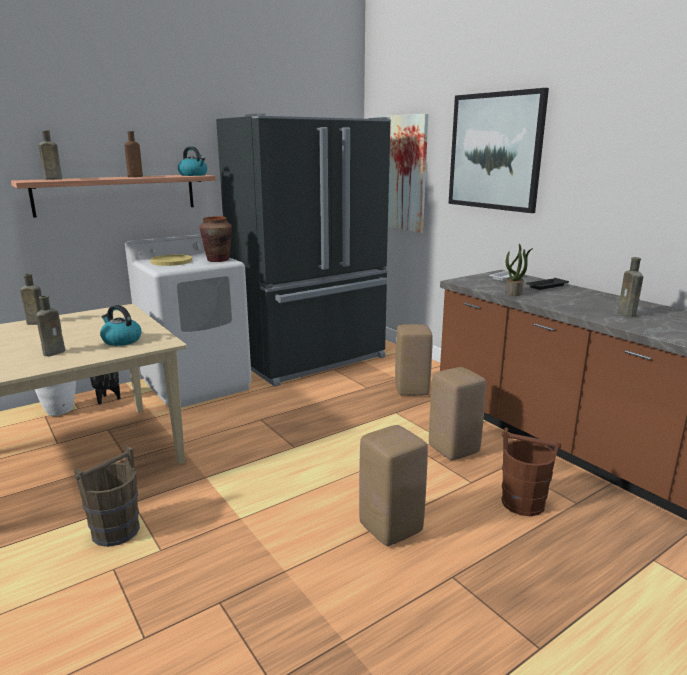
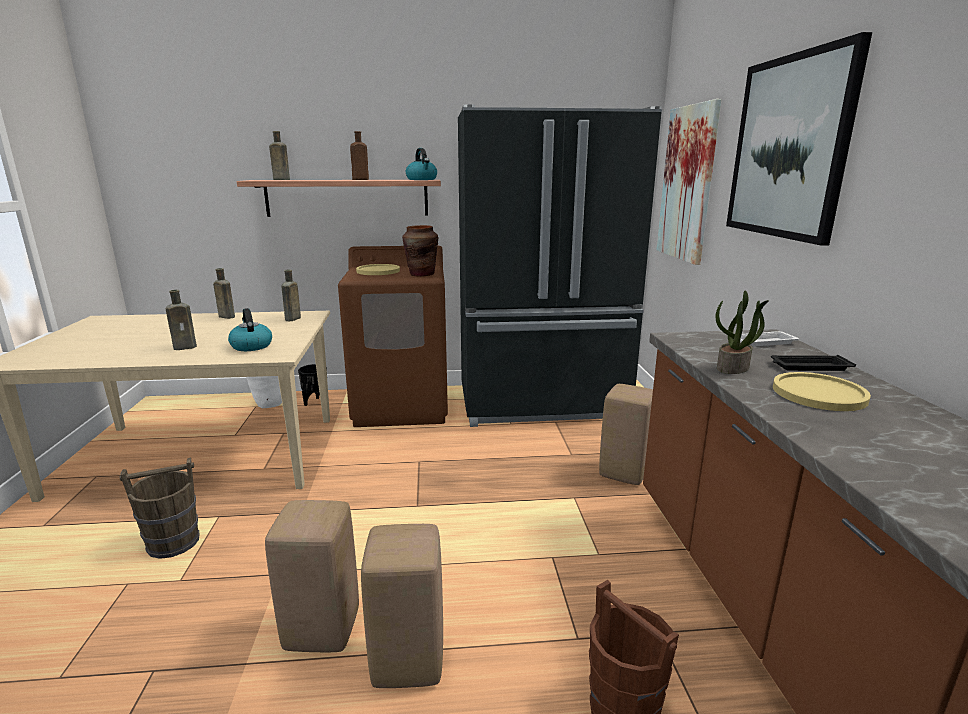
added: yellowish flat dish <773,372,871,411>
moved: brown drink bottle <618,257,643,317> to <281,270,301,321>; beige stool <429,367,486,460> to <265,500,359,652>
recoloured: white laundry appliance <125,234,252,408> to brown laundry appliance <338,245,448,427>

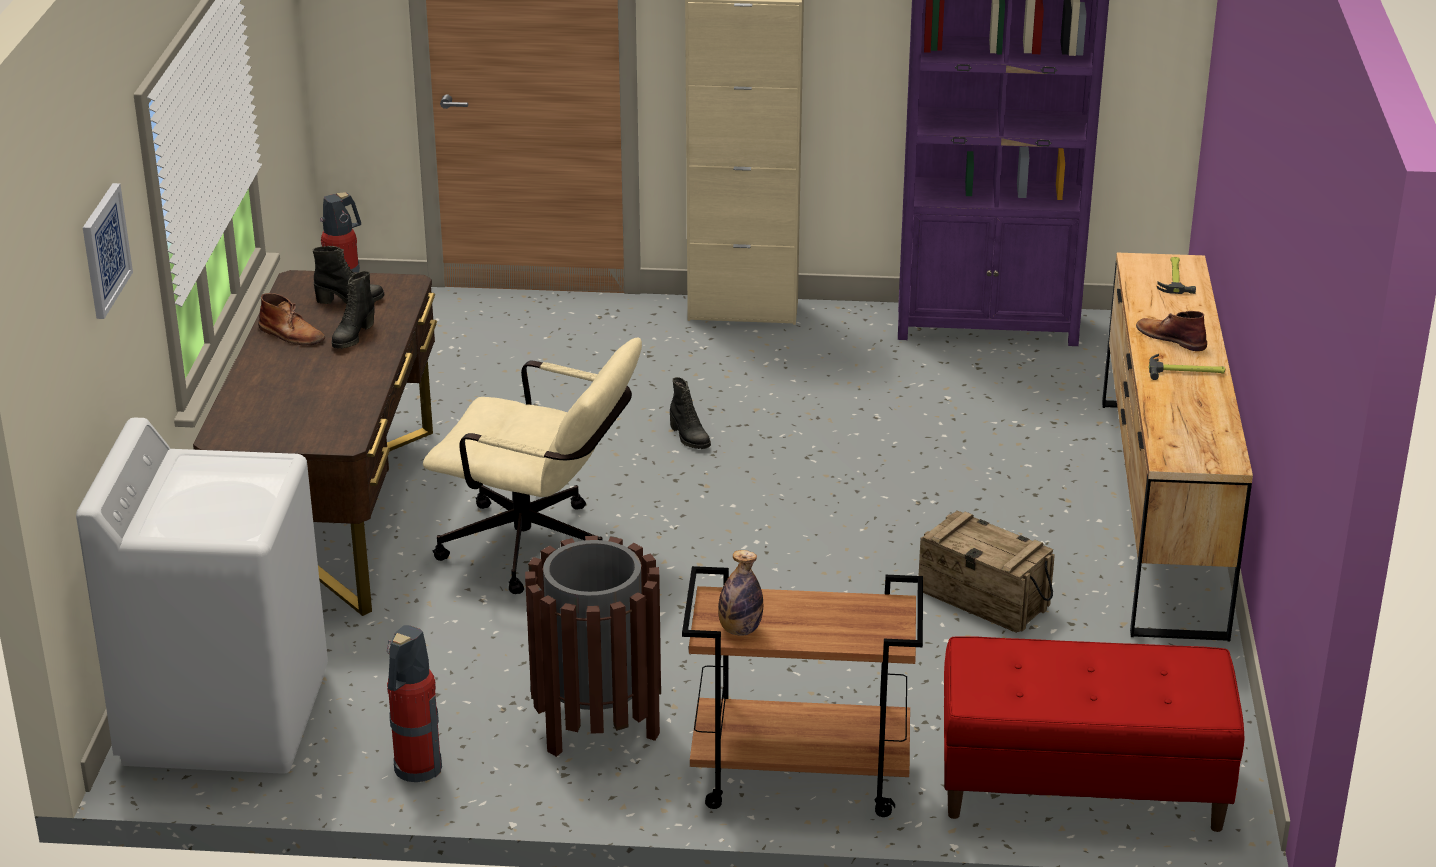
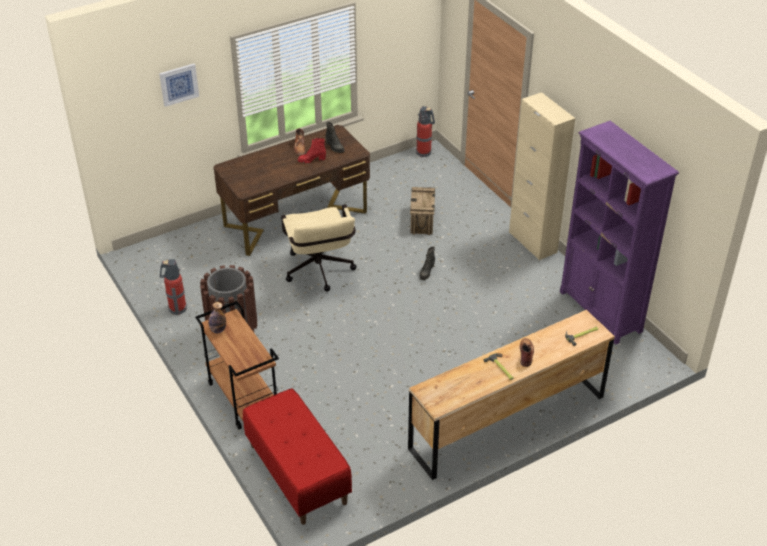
removed: white laundry appliance <76,418,328,774>
moved: crate <919,511,1055,633> to <410,187,435,235>
recoloured: black-coloured high-top boot <332,271,375,349> to red-coloured high-top boot <298,138,326,163>

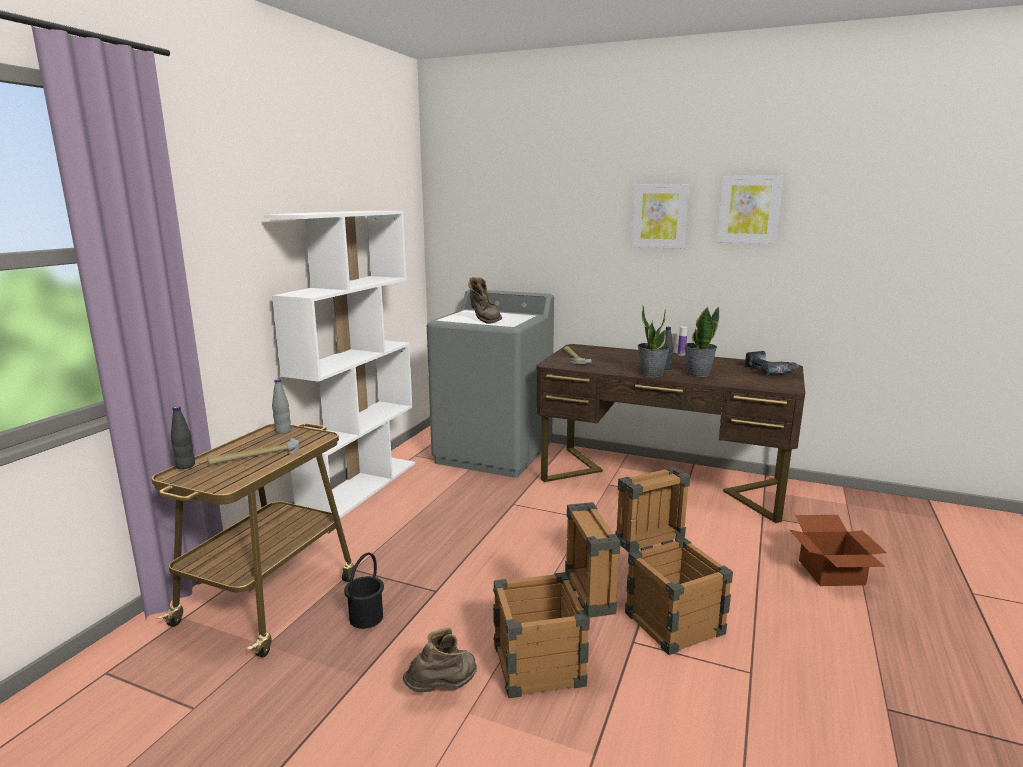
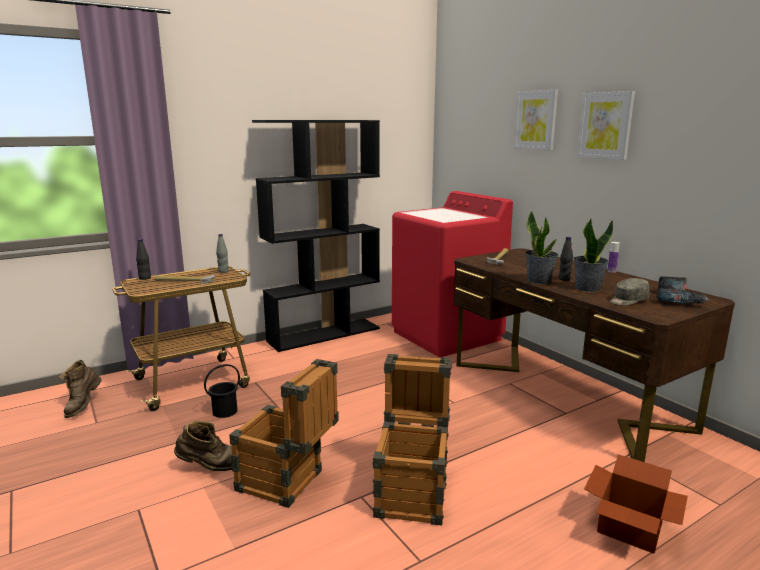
added: grey cap <610,278,650,306>
moved: wall picture <717,175,784,244> to <514,90,558,150>; brown high-top boot <468,277,502,324> to <59,360,102,418>
recoloured: white shelving unit <263,211,415,518> to black-coloured shelving unit <252,120,380,352>; grey laundry appliance <427,289,554,478> to red-coloured laundry appliance <392,191,513,357>

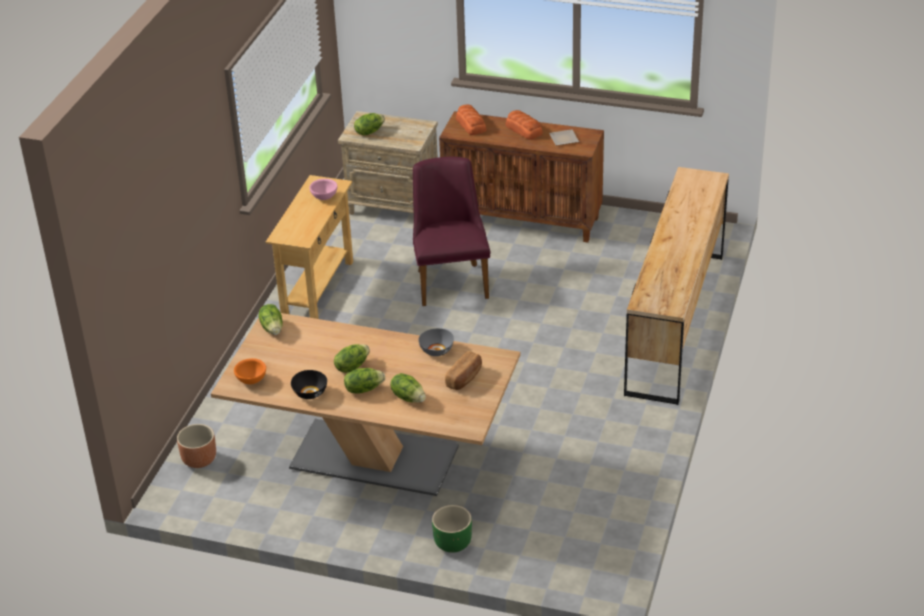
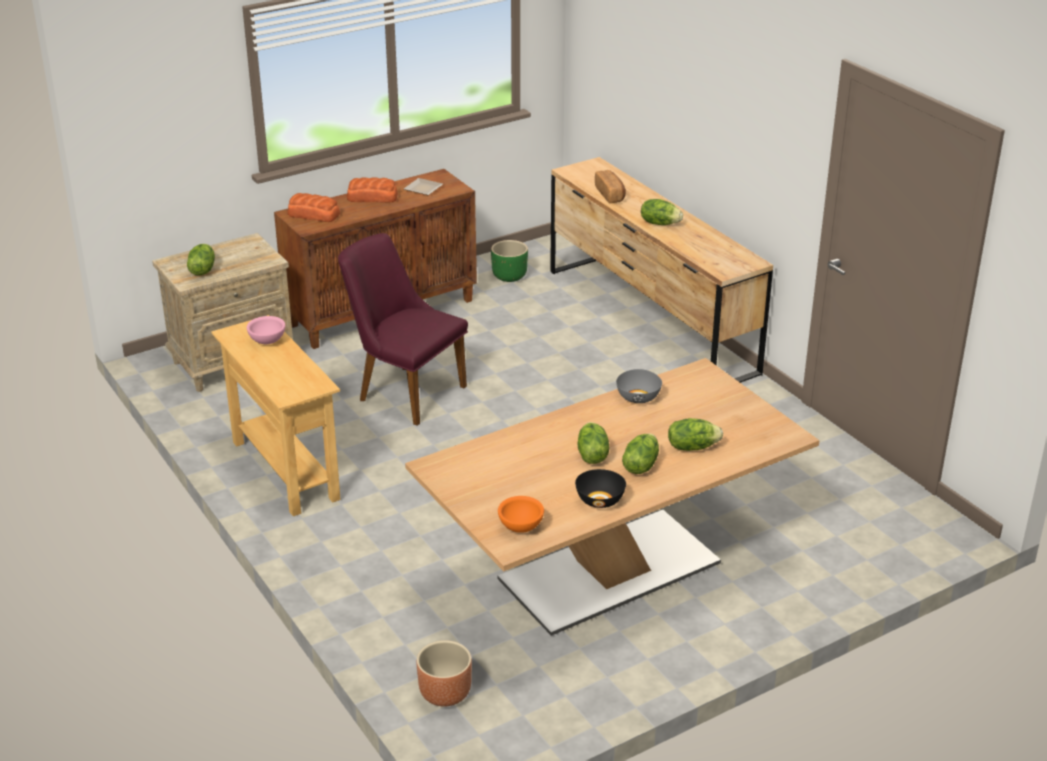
moved: lettuce head <258,304,283,335> to <641,199,683,225>; bread <445,351,482,390> to <595,170,626,203>; green planter <432,505,472,553> to <491,240,528,282>

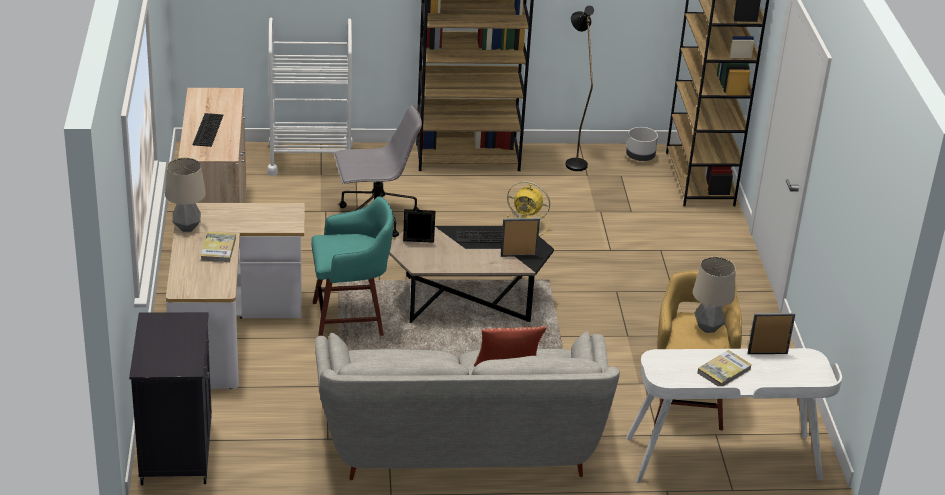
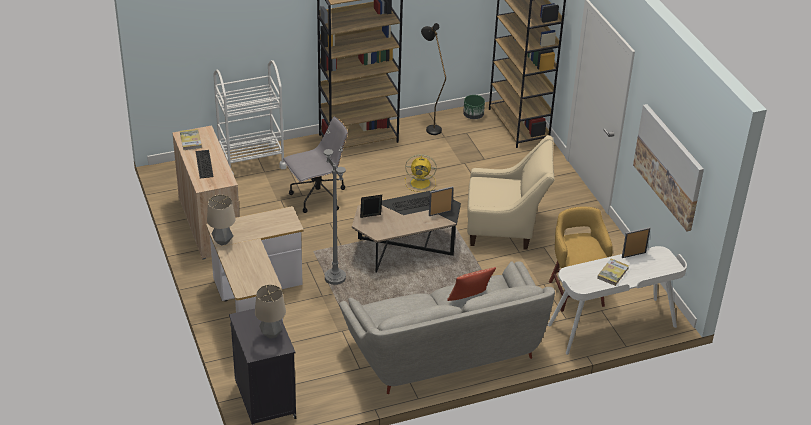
added: wall picture <633,104,704,231>; beige armchair <467,135,555,250>
moved: volume <201,232,236,263> to <180,129,202,150>; tabletop lamp <693,257,736,333> to <255,285,286,339>
replaced: turquoise stool <311,196,394,336> to grey standing lamp <324,129,346,285>
recoloured: grey planter <626,127,658,161> to green planter <463,95,485,119>

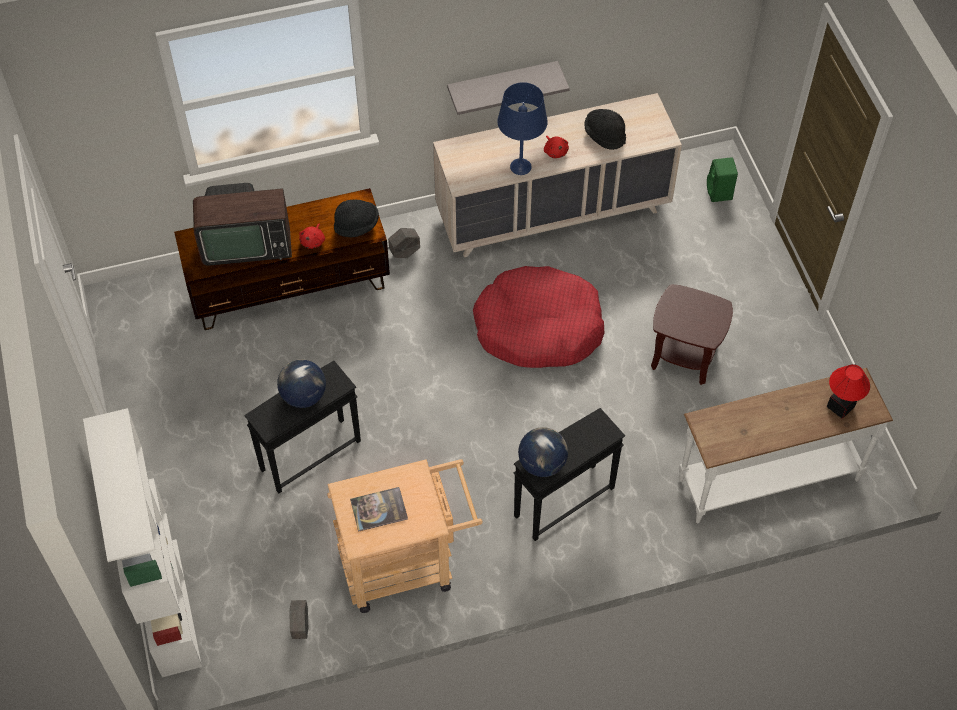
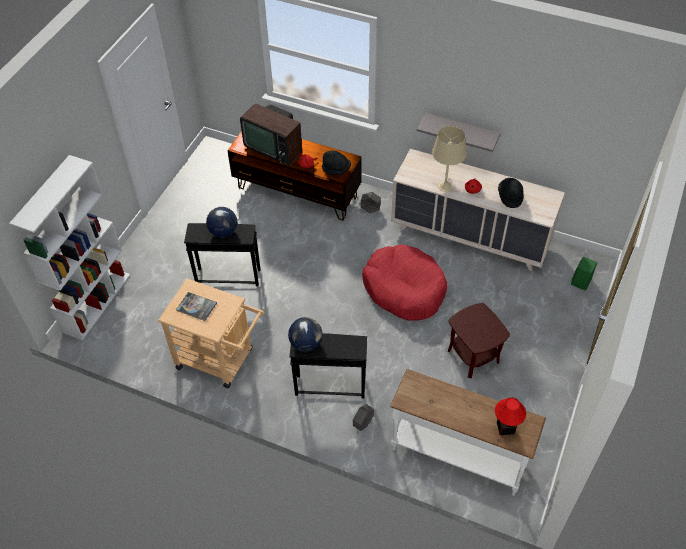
moved: grey planter <289,600,308,639> to <353,404,374,431>
recoloured: blue tabletop lamp <497,82,548,175> to beige tabletop lamp <432,126,467,192>

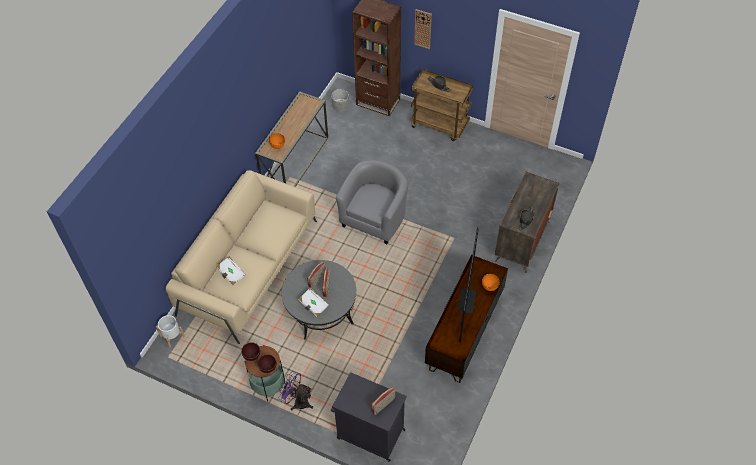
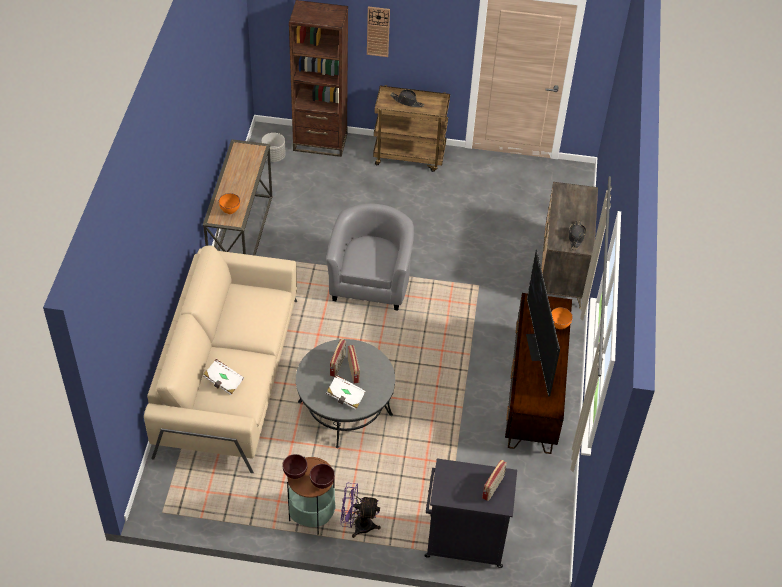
removed: white planter <156,315,185,348>

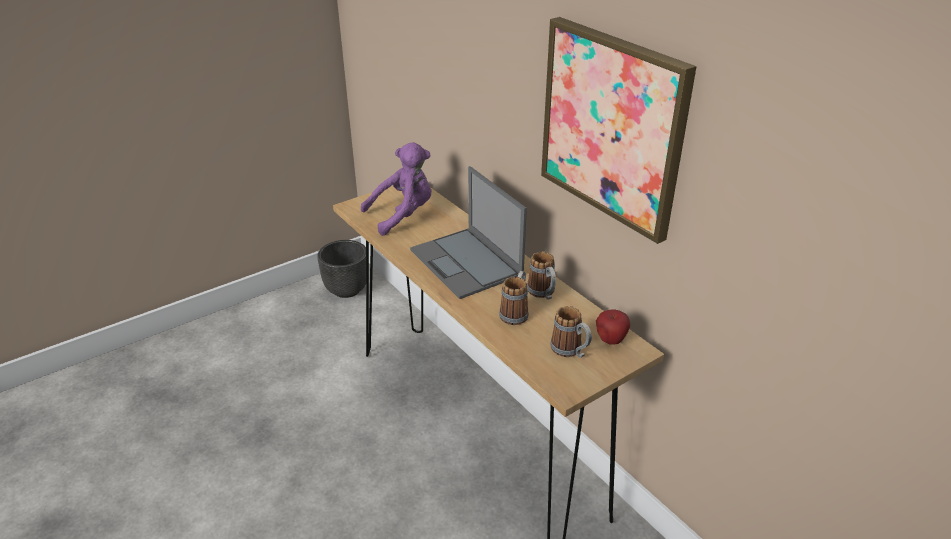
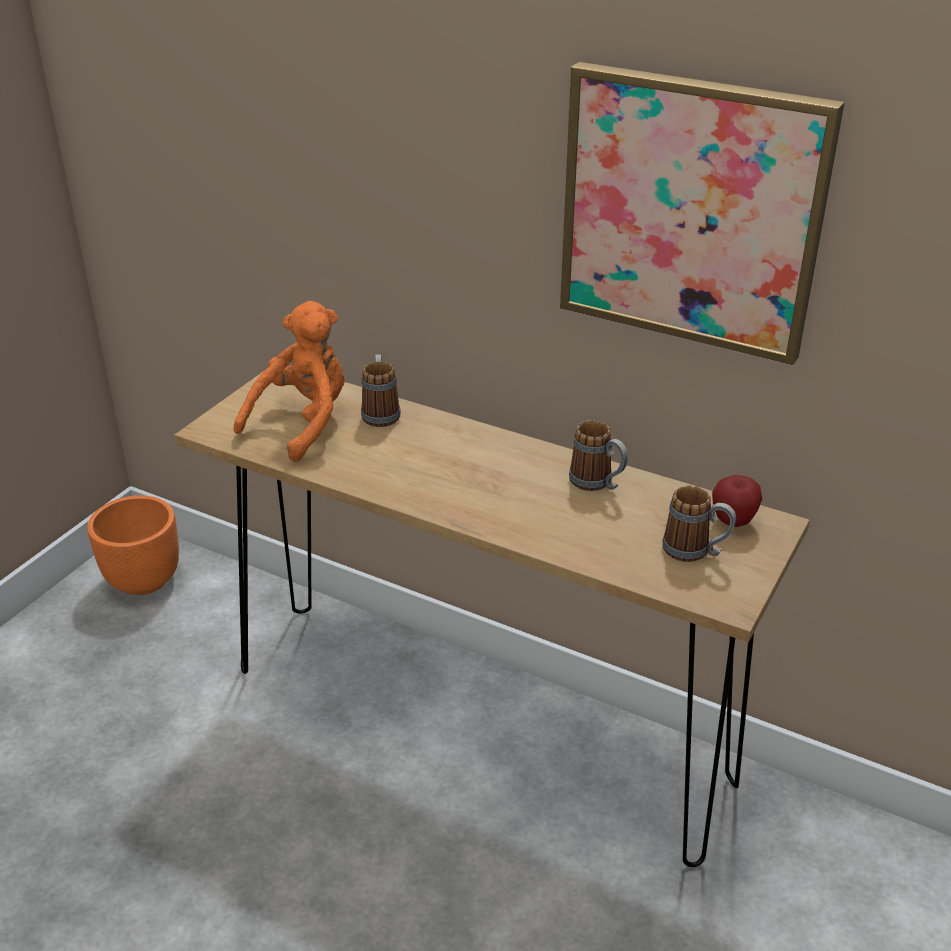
removed: laptop <410,166,527,299>
moved: tea mug <499,271,529,325> to <361,354,401,427>
recoloured: purple-coloured plush toy <361,142,432,236> to orangey plush toy <233,301,345,462>; black-coloured planter <317,240,366,298> to orangey planter <87,495,179,595>

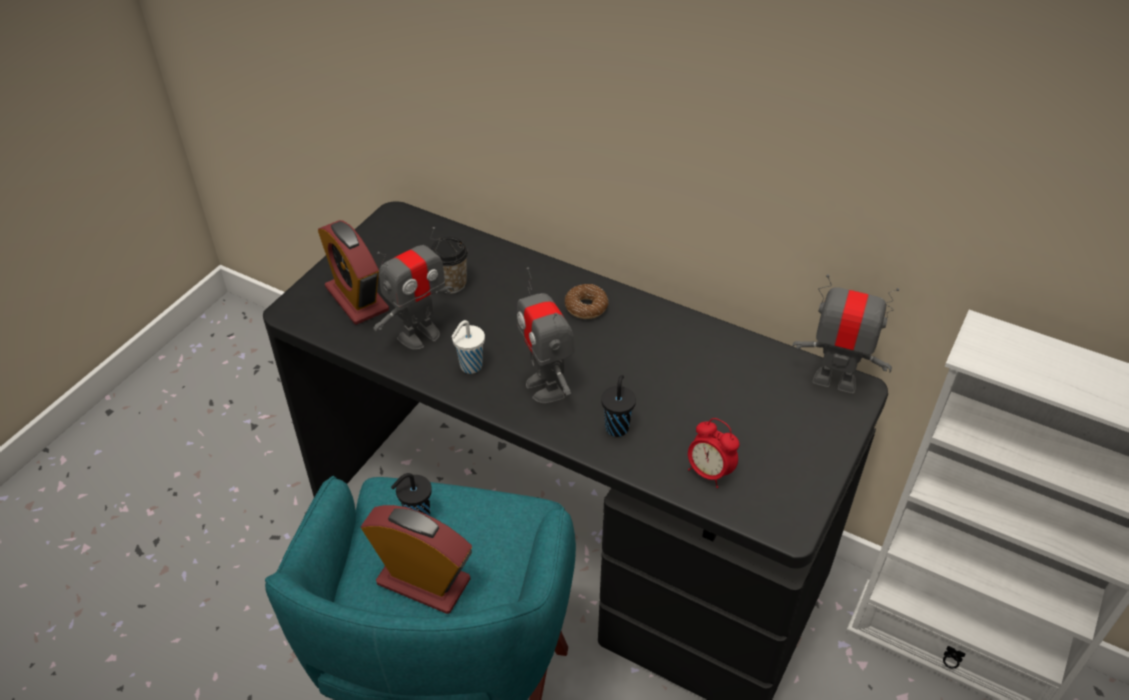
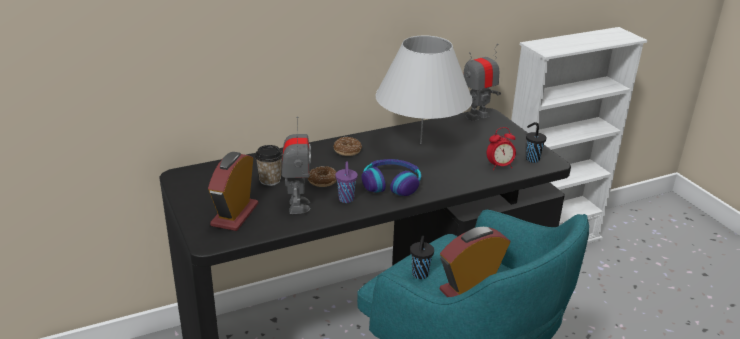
added: white tabletop lamp <376,35,473,144>; donut <308,166,337,187>
moved: black-coloured small cup <601,375,636,437> to <526,122,547,163>
replaced: robot figure <517,267,575,403> to headphones <362,159,421,196>
recoloured: white small cup <452,320,485,374> to purple-coloured small cup <335,161,358,203>
turned: table clock <318,220,389,325> = <208,152,258,231> 105 degrees clockwise

